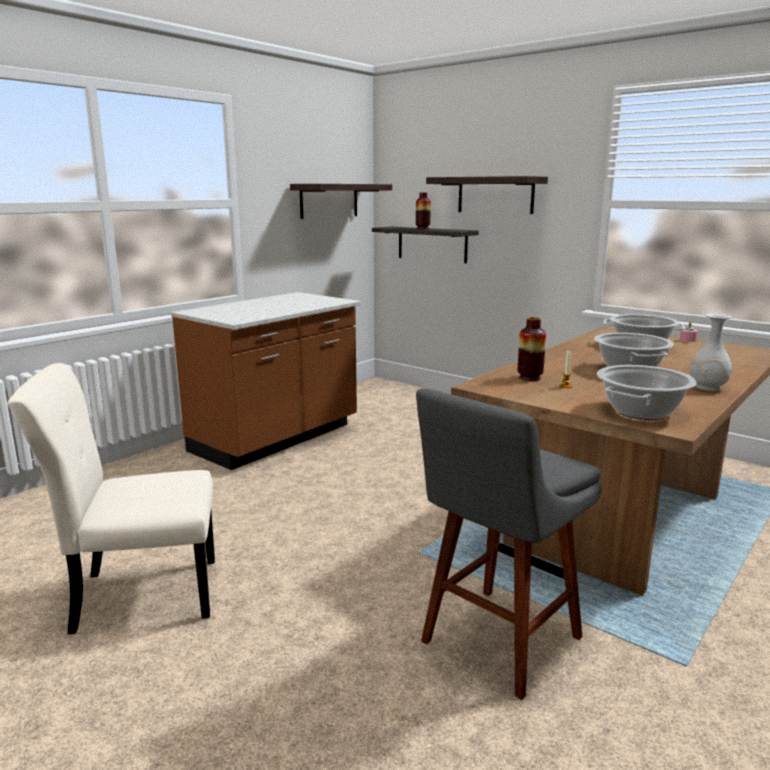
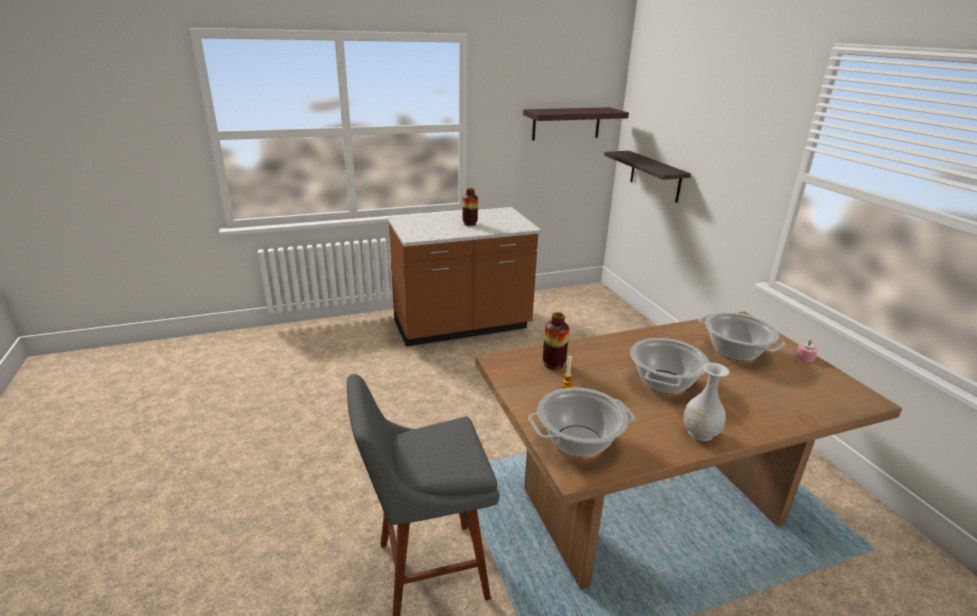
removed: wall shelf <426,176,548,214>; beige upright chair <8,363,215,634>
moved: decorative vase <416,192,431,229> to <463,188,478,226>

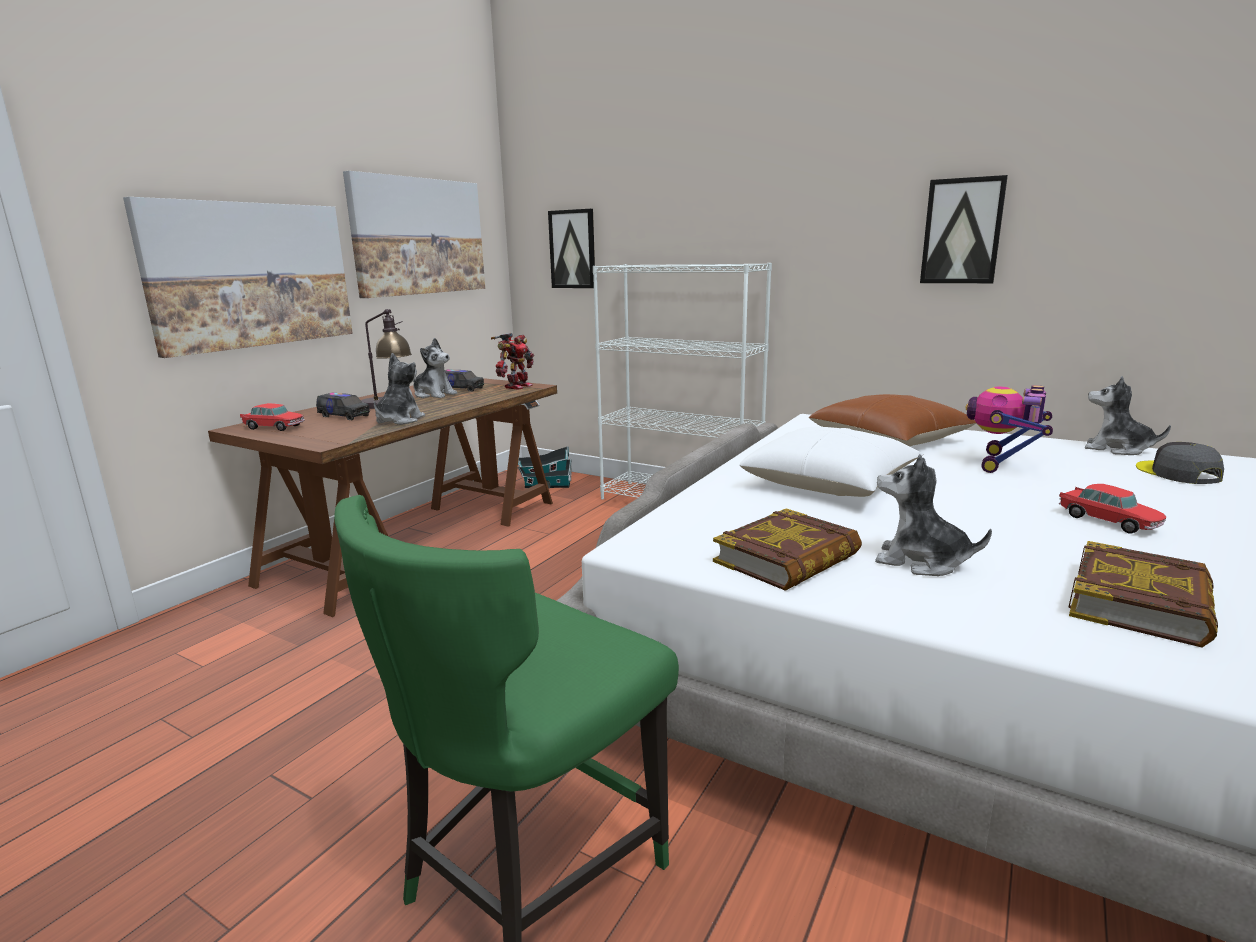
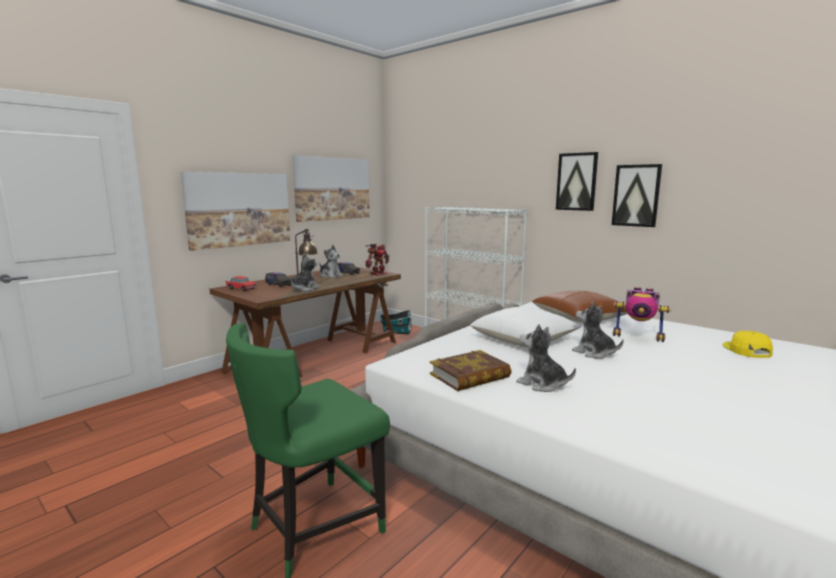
removed: miniature car <1059,484,1166,534>; volume <1068,541,1218,648>
moved: wall picture <548,209,595,288> to <556,152,598,211>; plush toy <1085,376,1171,455> to <572,302,624,359>
recoloured: grey cap <1136,442,1224,484> to yellowish cap <723,331,773,358>
turned: robot figure <965,385,1053,473> = <613,287,671,342> 105 degrees counterclockwise

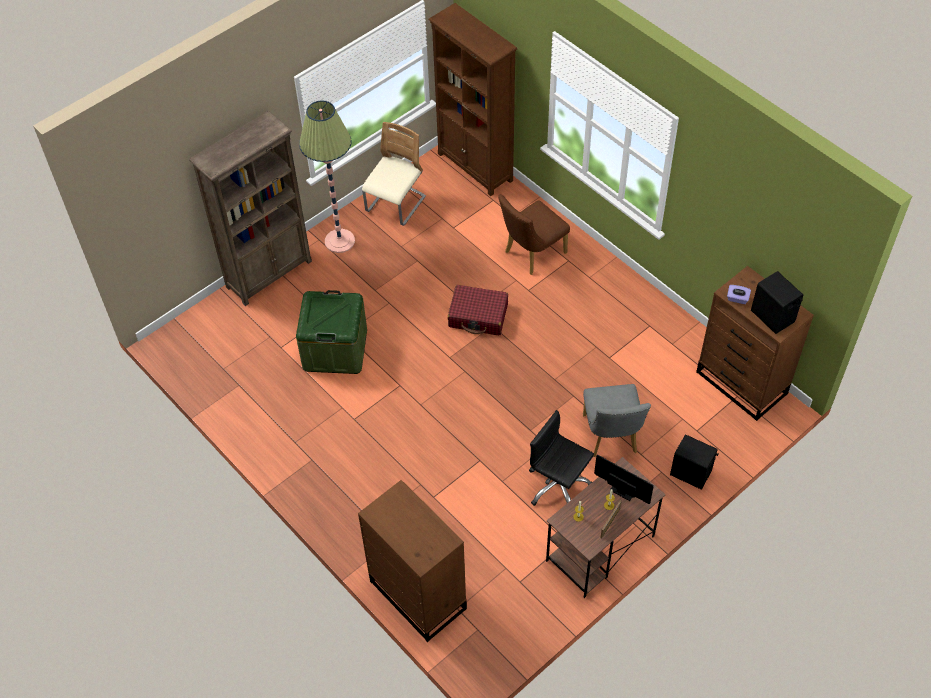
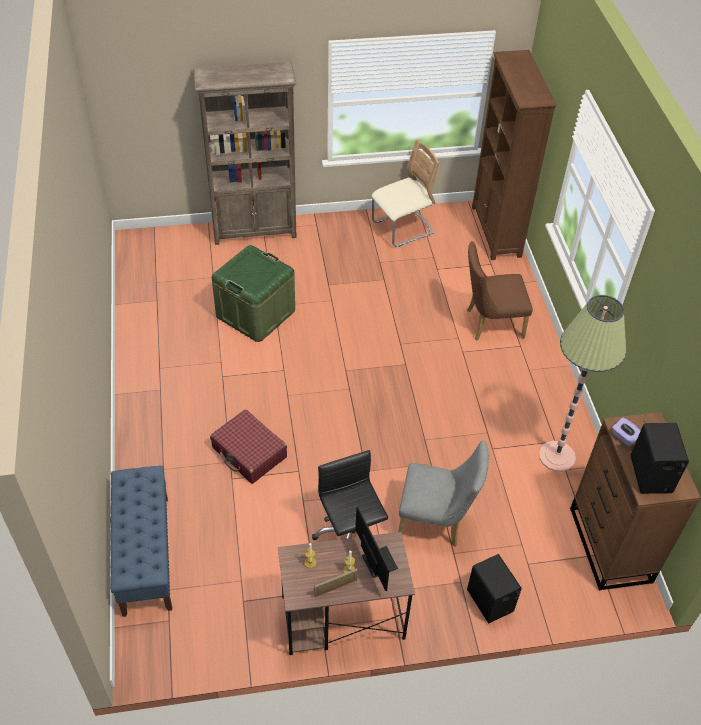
moved: standing lamp <299,100,355,253> to <539,295,626,472>; red-coloured piece of luggage <448,285,508,335> to <210,409,287,484>
replaced: brown chest of drawers <358,480,467,642> to blue indoor bench <110,466,172,617>
turned: grey upright chair <583,384,651,457> = <398,440,489,547> 105 degrees counterclockwise

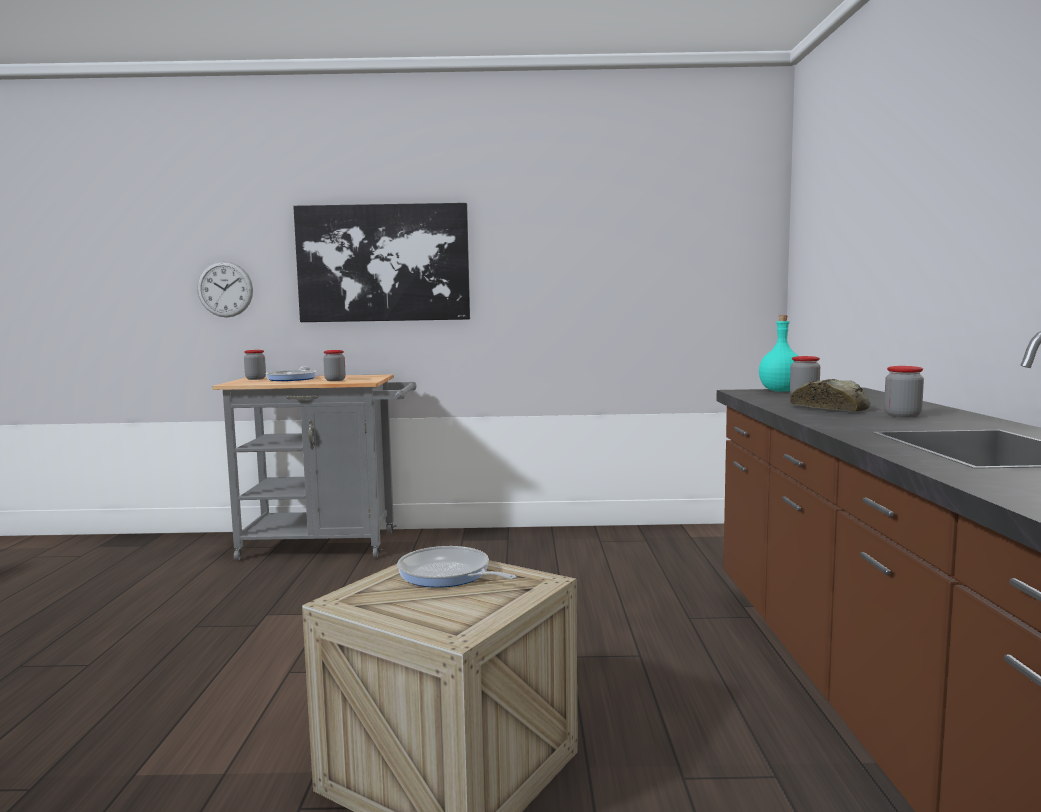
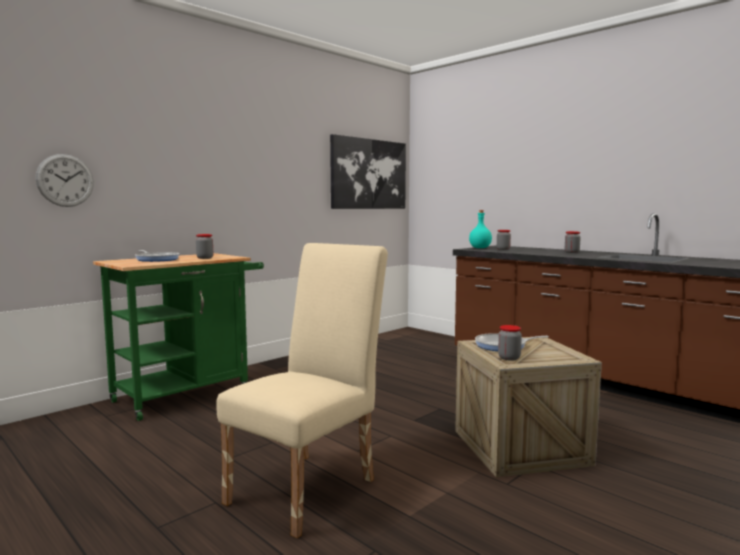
removed: bread <790,379,870,411>
added: beige upright chair <217,243,388,539>
moved: wall picture <293,203,470,322> to <330,134,406,209>; jar <244,350,266,380> to <498,325,522,361>
recoloured: grey wheeled cart <212,374,416,561> to green wheeled cart <93,253,264,421>

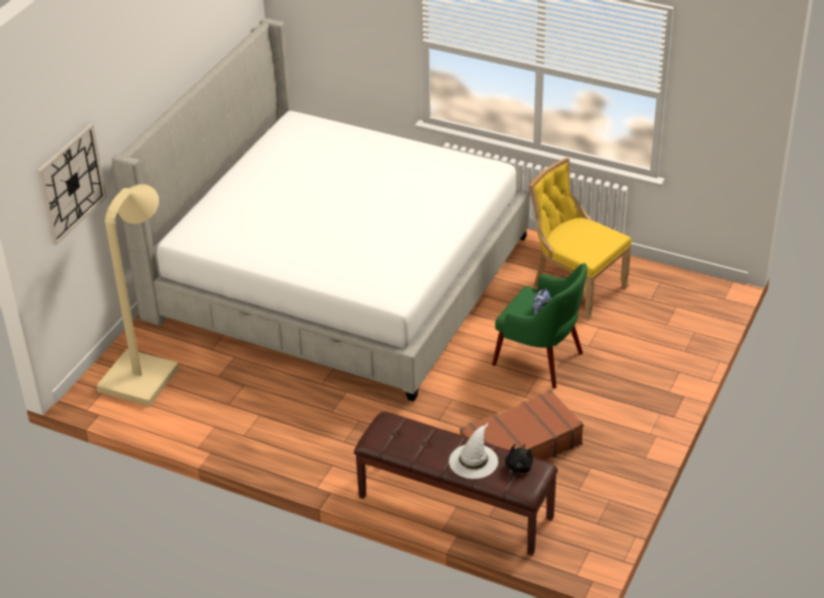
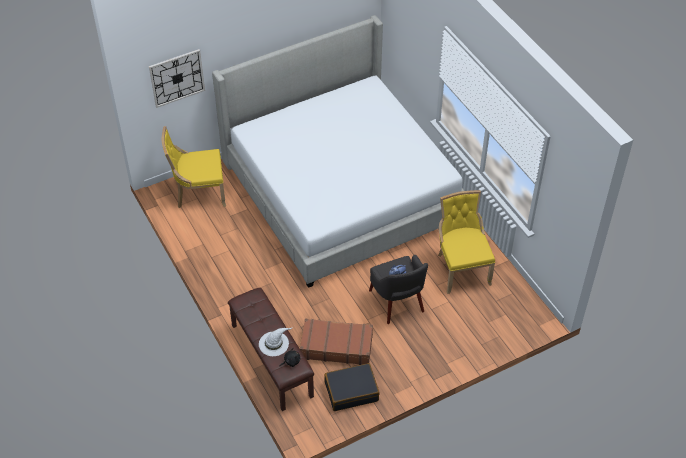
added: black-coloured piece of luggage <324,363,380,411>
replaced: beige standing lamp <96,184,179,407> to yellowish upright chair <161,126,226,208>
recoloured: green armchair <492,263,587,388> to grey armchair <369,254,428,324>

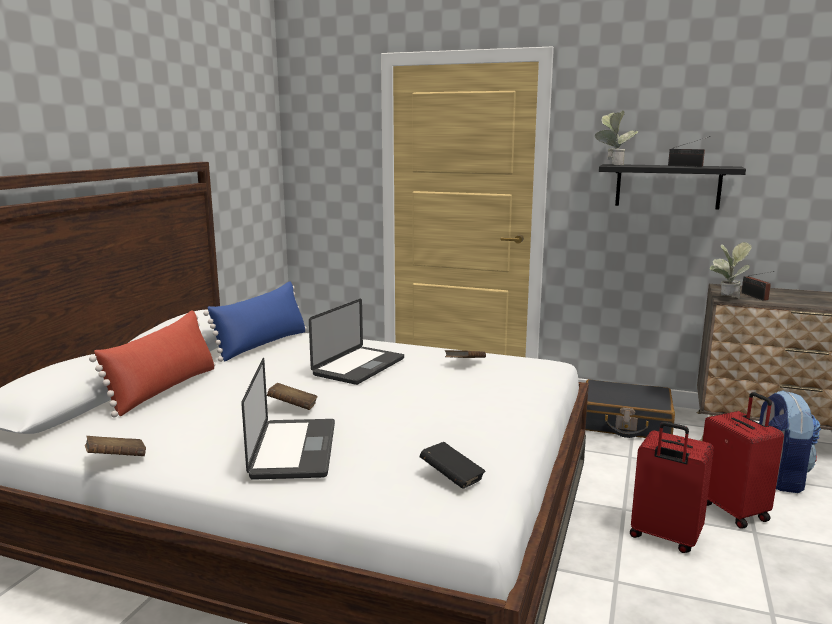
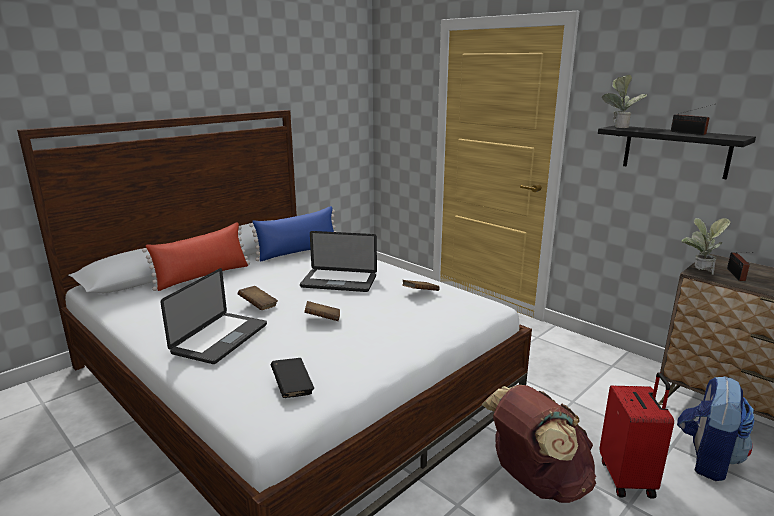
removed: black-coloured piece of luggage <585,379,675,438>
moved: brown volume <85,436,146,456> to <304,301,340,321>
replaced: red-coloured piece of luggage <630,422,714,553> to brown knapsack <481,385,596,503>
turned: laptop <309,299,404,385> = <300,231,377,292> 45 degrees clockwise

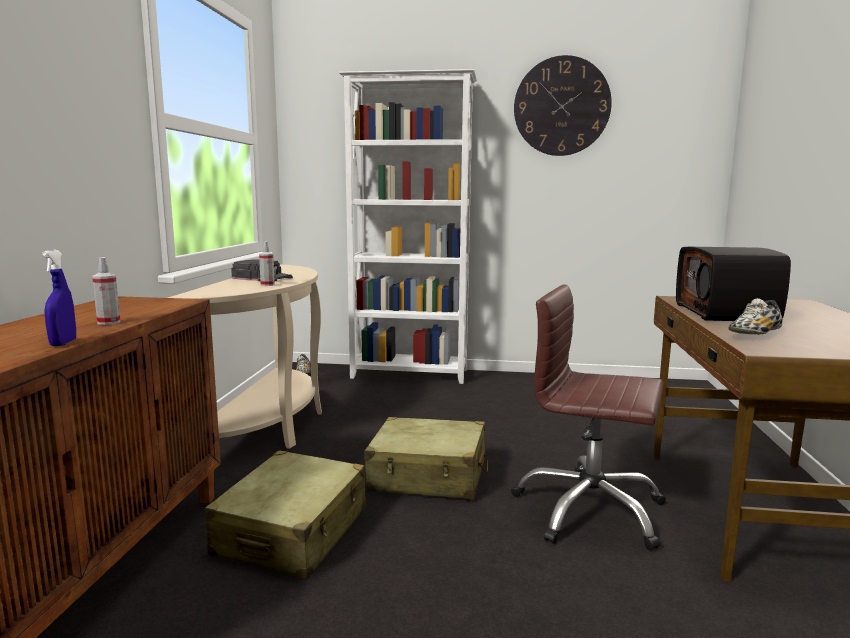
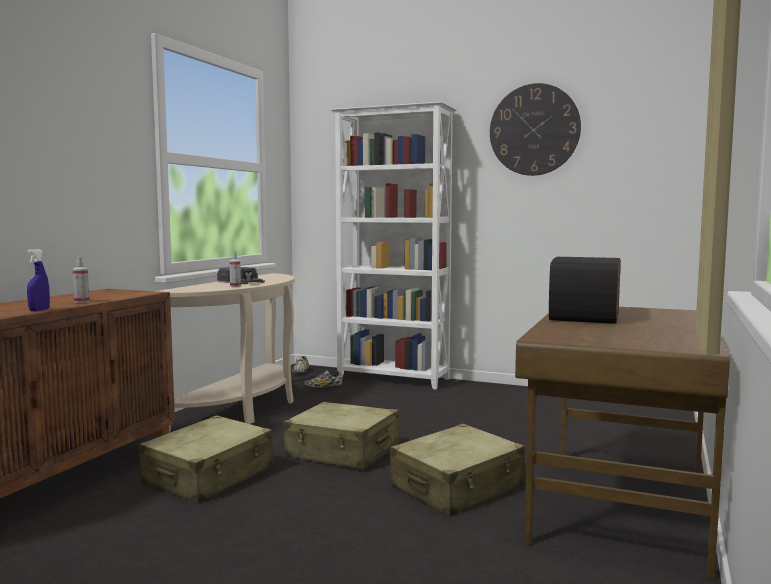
moved: low shoe <728,298,782,335> to <303,370,342,388>
replaced: brown computer chair <511,284,666,551> to beige piece of luggage <390,424,525,517>

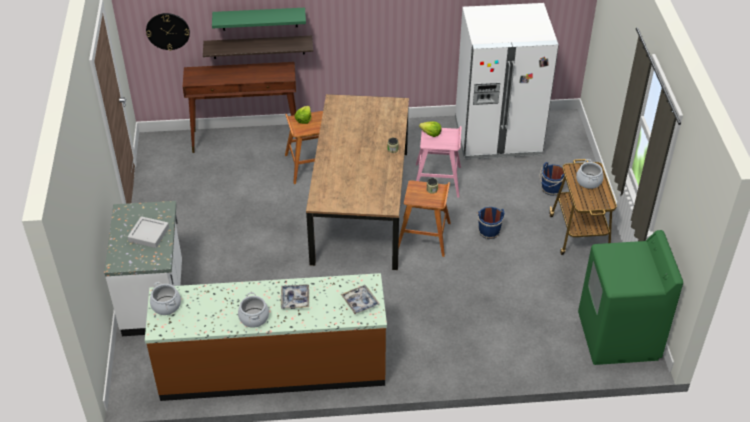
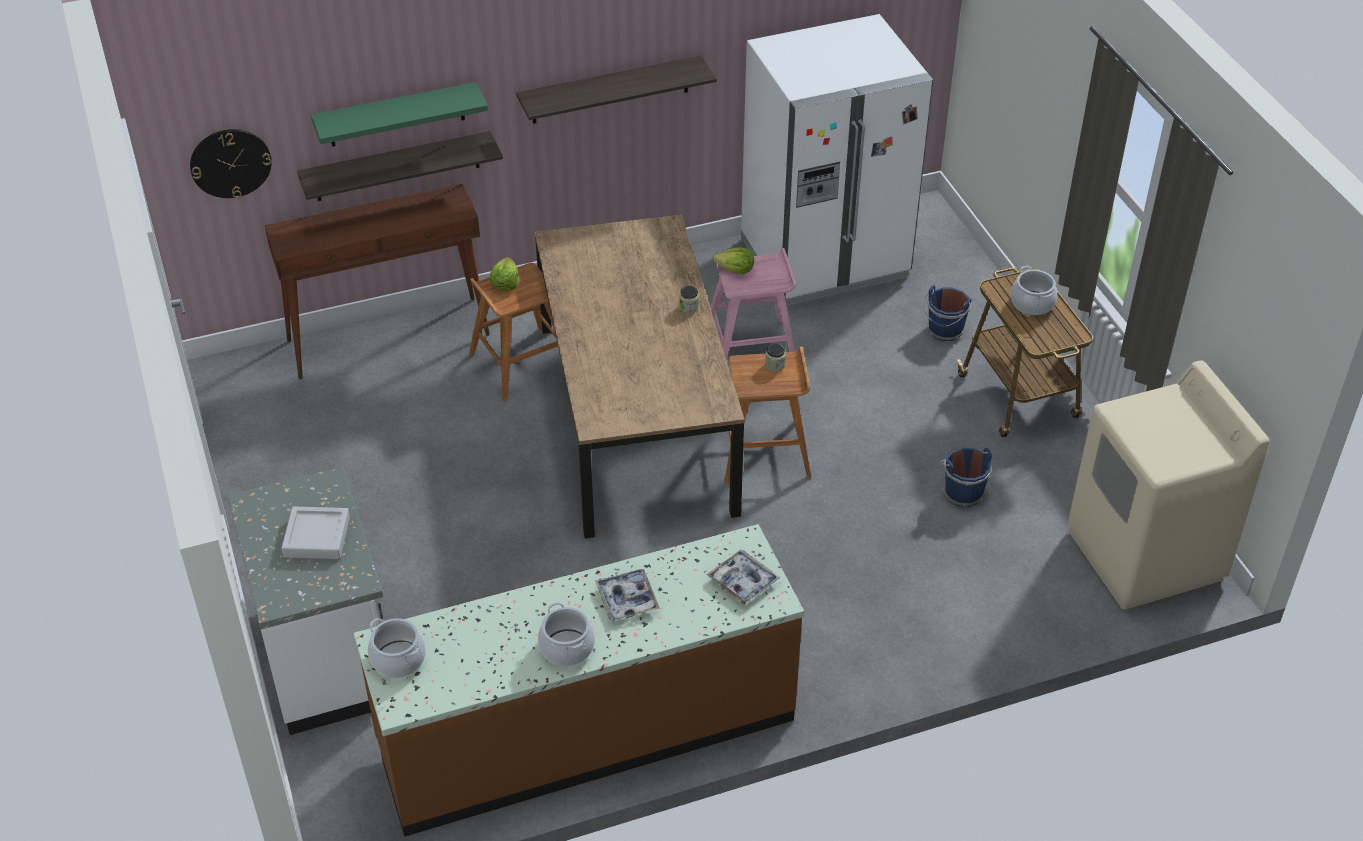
added: wall shelf <516,56,717,124>
moved: blue bucket <477,207,504,239> to <941,448,992,507>
recoloured: green laundry appliance <578,230,683,365> to beige laundry appliance <1068,360,1269,610>

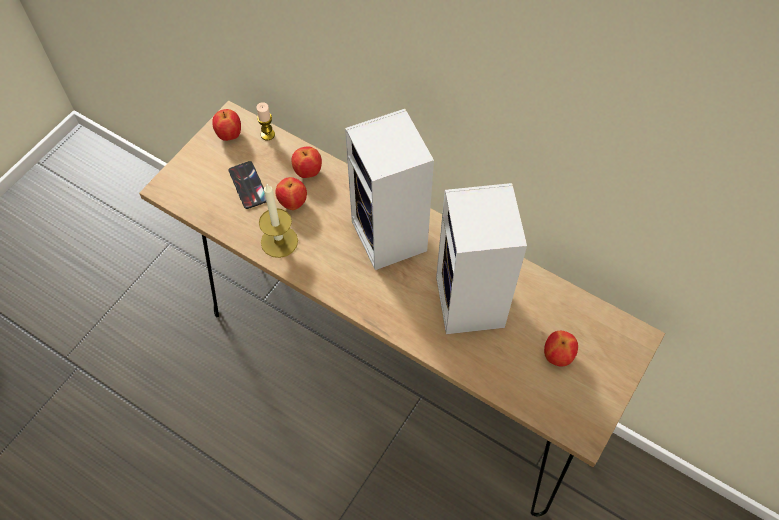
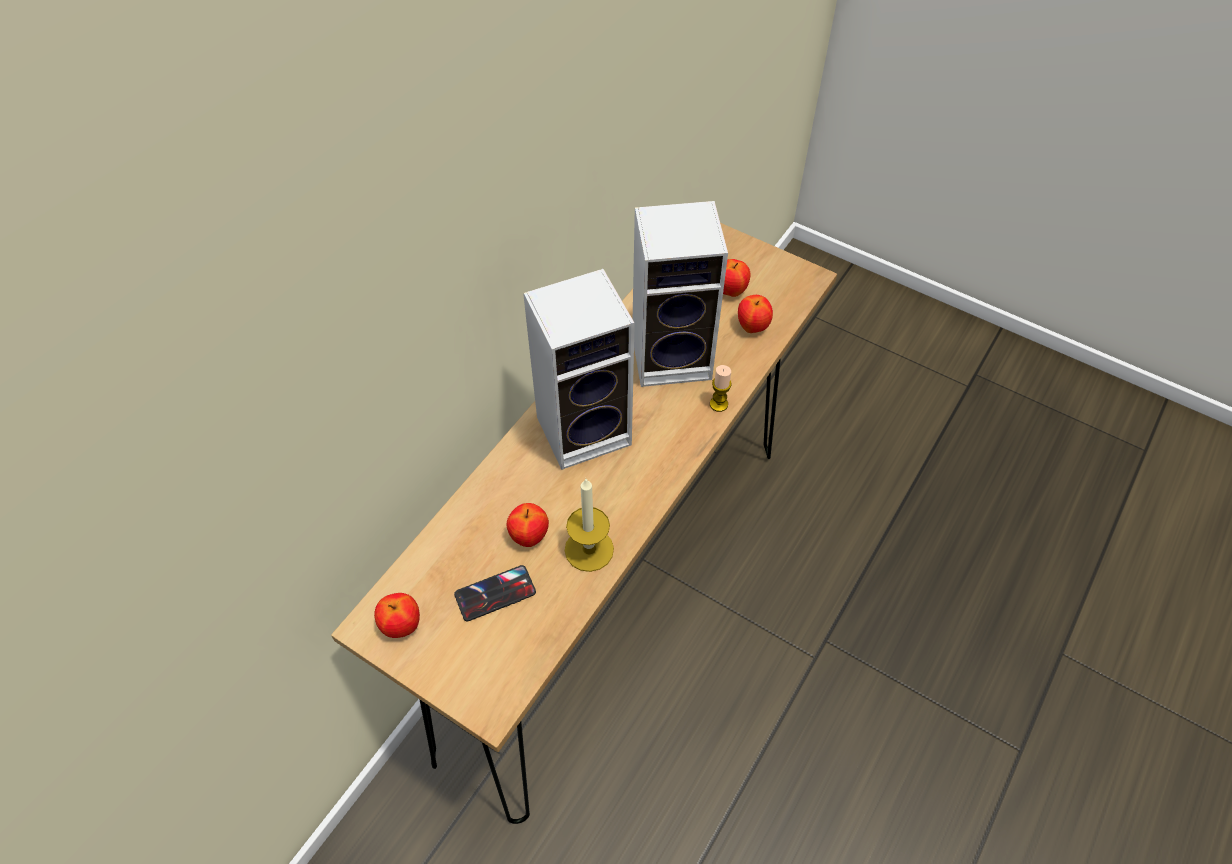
moved: candle <256,102,275,140> to <710,365,731,412>; apple fruit <292,146,322,178> to <738,295,773,333>

